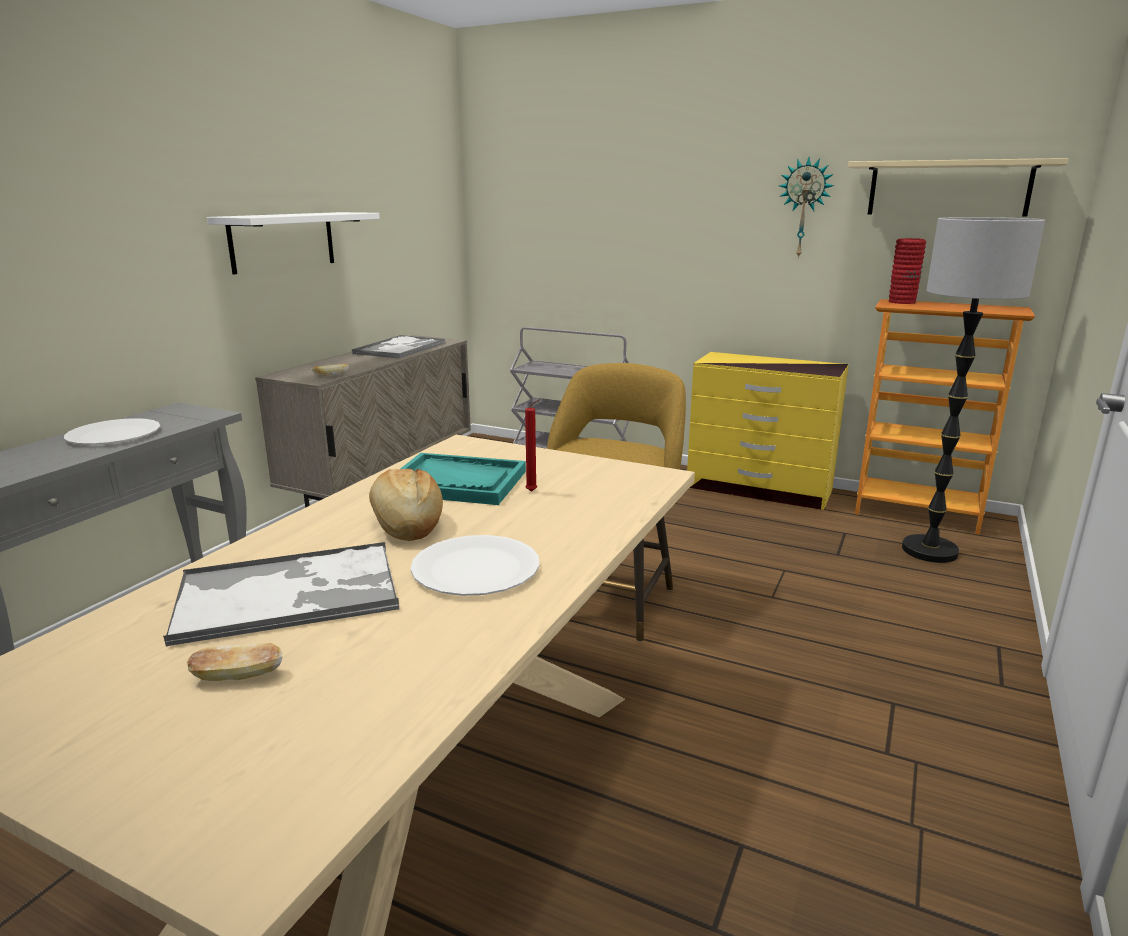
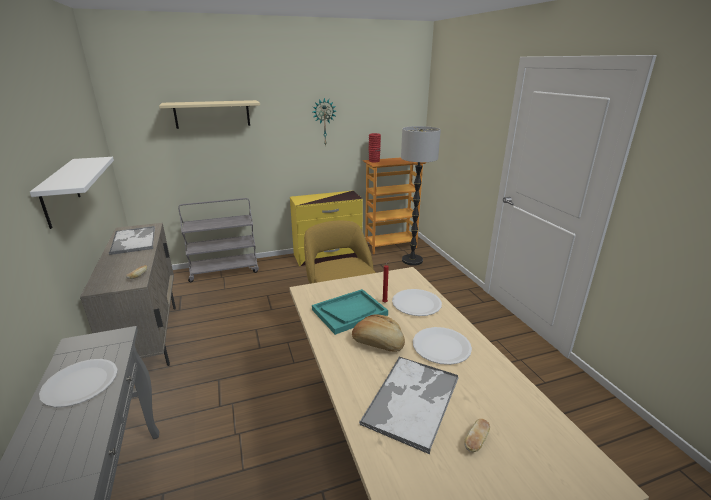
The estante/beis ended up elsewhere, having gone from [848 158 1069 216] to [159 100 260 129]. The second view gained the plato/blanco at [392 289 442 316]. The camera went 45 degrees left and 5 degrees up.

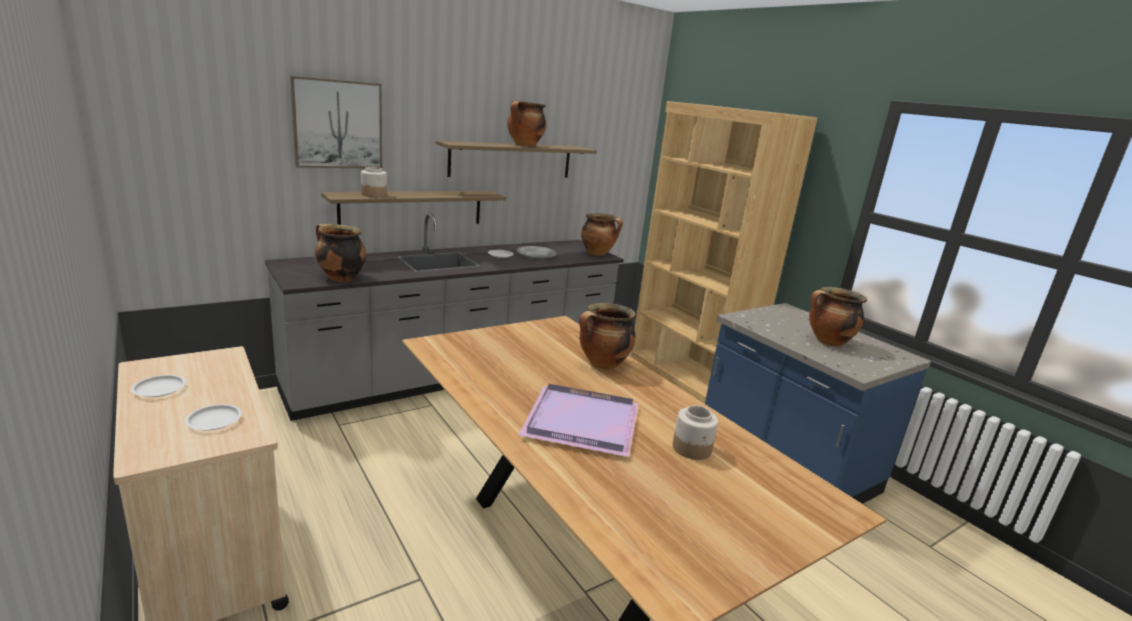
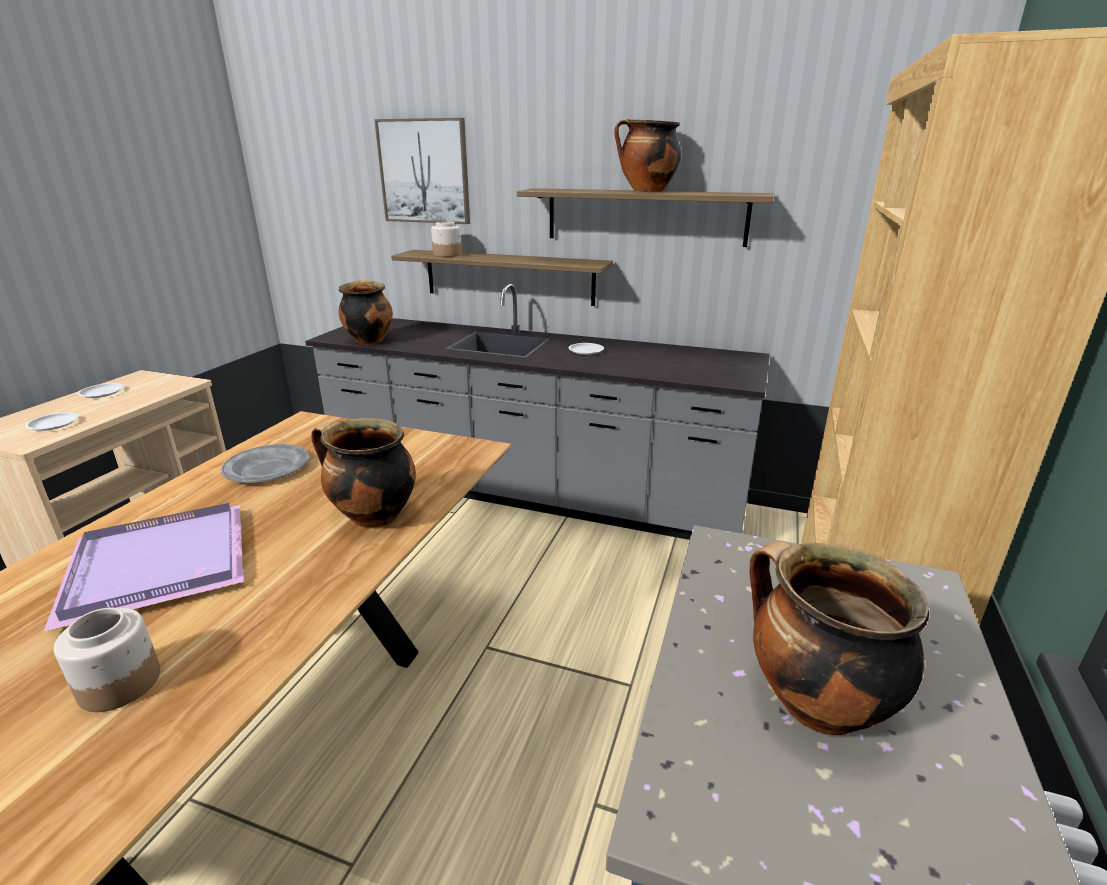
The second view lost the olla at [581 213 623 256]. The plato/gris ended up elsewhere, having gone from [517 246 557 258] to [221 444 309 483]. The camera went 55 degrees right and 5 degrees up.

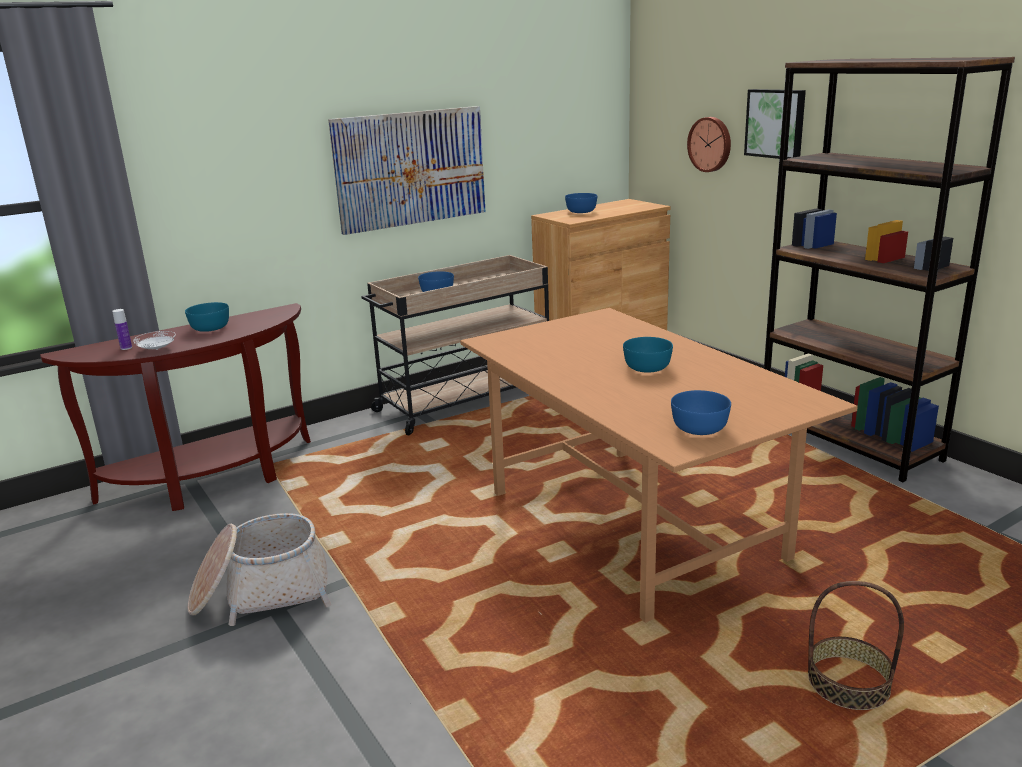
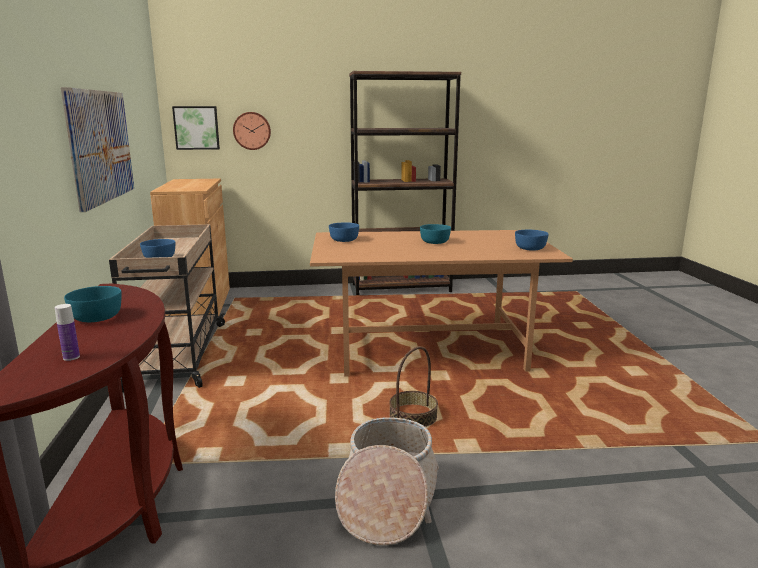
The cuadro ended up elsewhere, having gone from [744 89 806 159] to [172 106 220 150]. The cuenco/azul ended up elsewhere, having gone from [565 193 597 213] to [329 222 359 242]. The second view lost the plato/blanco at [133 331 176 350]. The cesta ended up elsewhere, having gone from [808 581 904 710] to [389 346 438 427]. The camera went 65 degrees left and 5 degrees down.

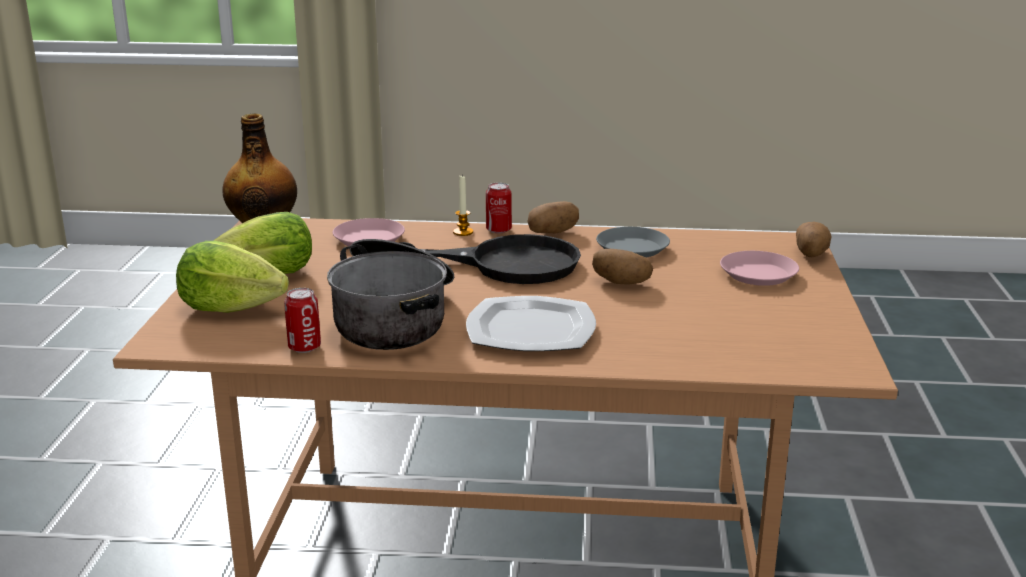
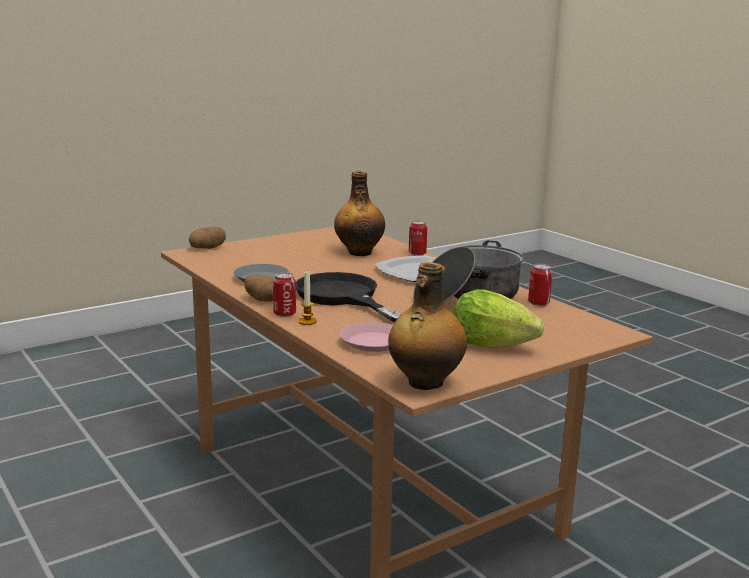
The second view lost the lechuga at [176 241 289 313]. The second view lost the patata at [592 249 653 285]. The second view lost the plato/rosa at [720 251 799 286]. The second view gained the botella at [334 171 385 256]. The second view gained the lata at [409 220 427 256]. The camera went 130 degrees left and 5 degrees down.

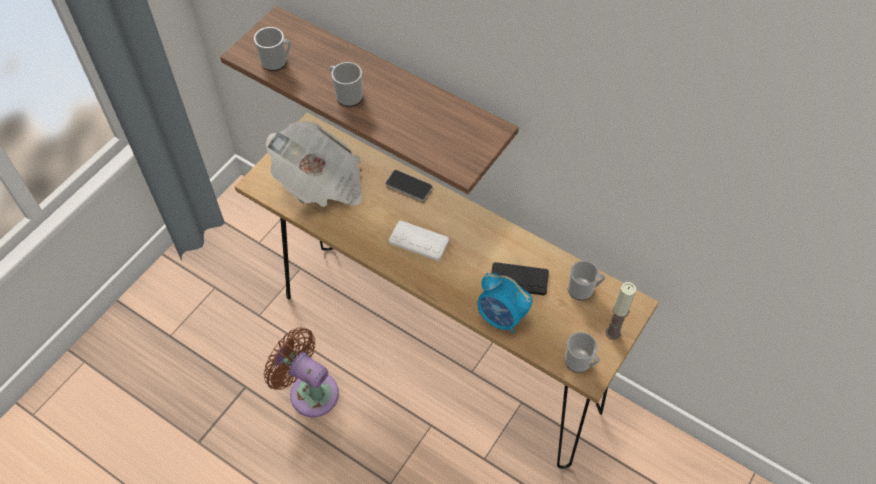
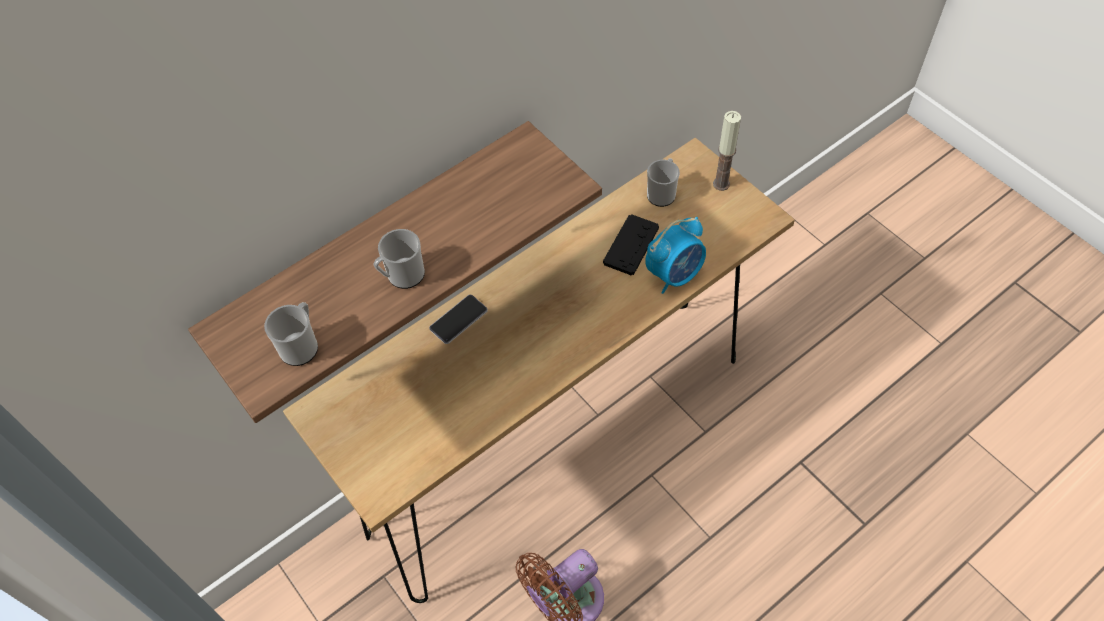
The second view lost the periódico at [266 121 362 207]. The second view lost the mando de consola/blanco at [389 220 449 261]. The second view lost the taza grande at [565 332 600 373]. The camera went 70 degrees left and 0 degrees up.

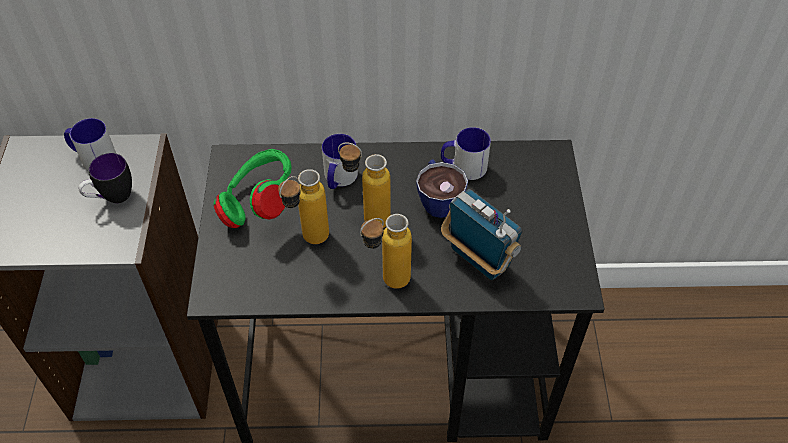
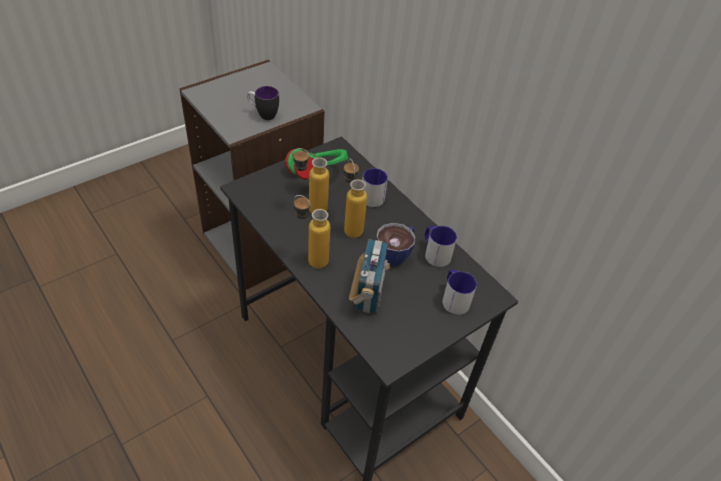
The taza grande ended up elsewhere, having gone from [64 118 116 171] to [442 269 477 315]. The camera went 50 degrees right and 5 degrees down.

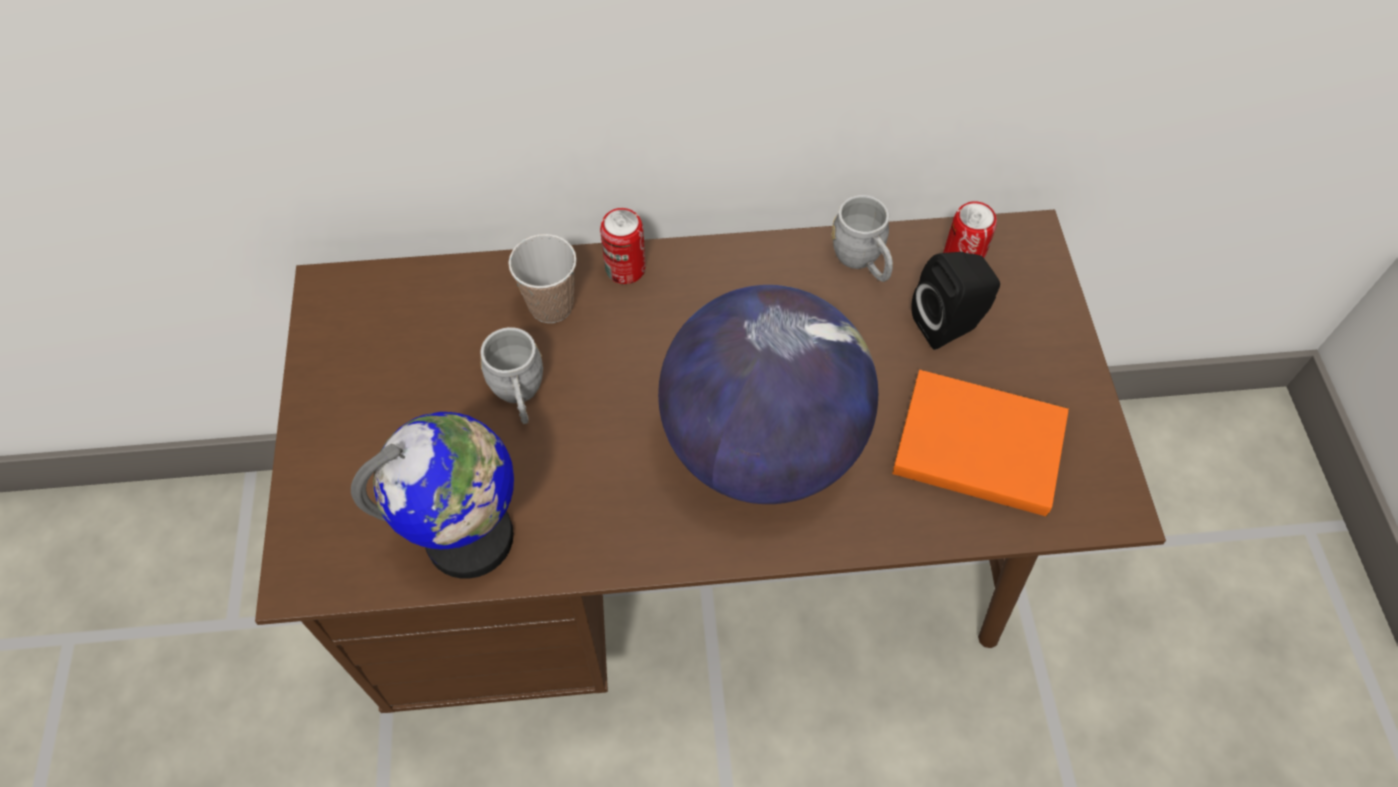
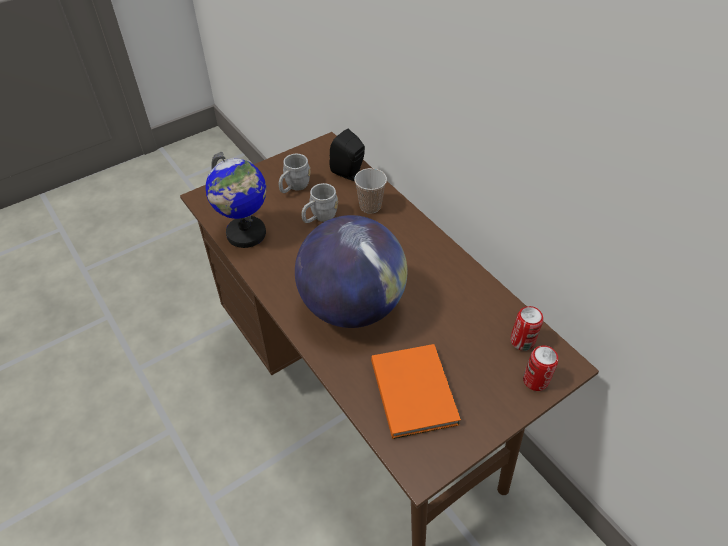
The taza grande/gris ended up elsewhere, having gone from [832 195 893 282] to [279 154 310 193]. The lata ended up elsewhere, having gone from [600 208 646 284] to [523 345 558 391]. The altavoz/negro ended up elsewhere, having gone from [911 252 1000 350] to [329 129 365 181]. The camera went 60 degrees right and 10 degrees down.

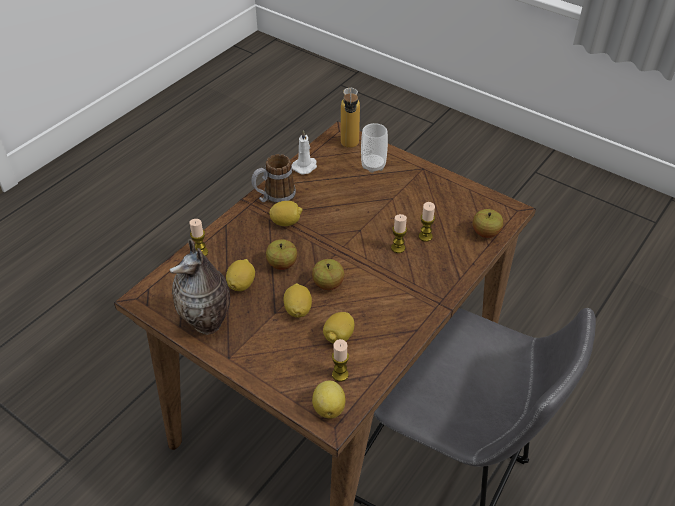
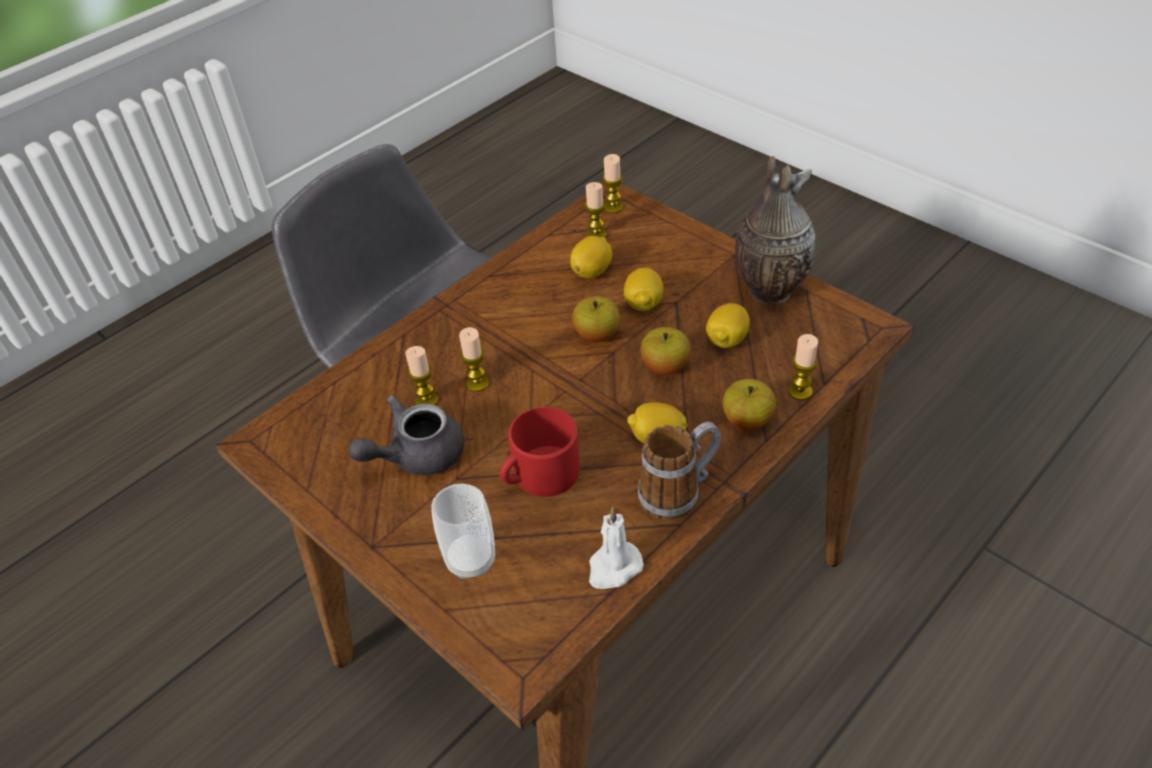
The second view lost the botella at [341 88 360 148]. The manzana ended up elsewhere, having gone from [473 209 503 238] to [723 379 776 430]. Where the limón stood at [312 381 346 418], the vela came to stand at [602 154 623 213]. The second view gained the tetera/gris at [349 395 464 475]. The second view gained the taza grande/rojo at [500 407 580 497]. The camera went 170 degrees left and 0 degrees up.

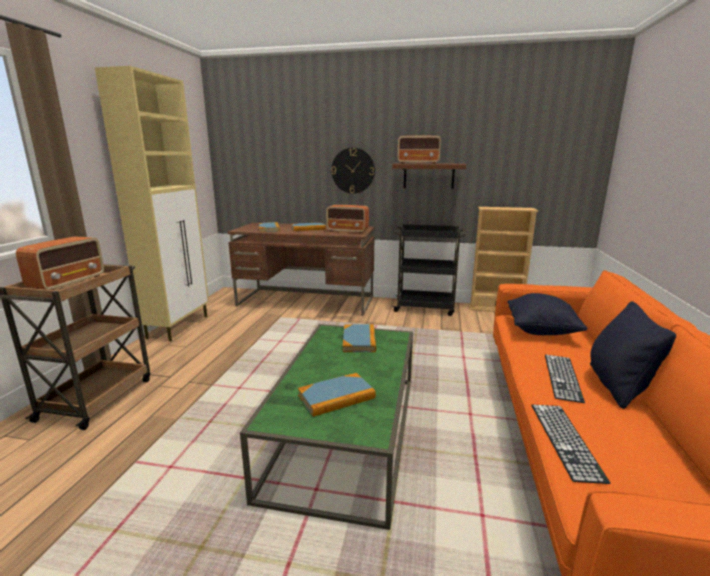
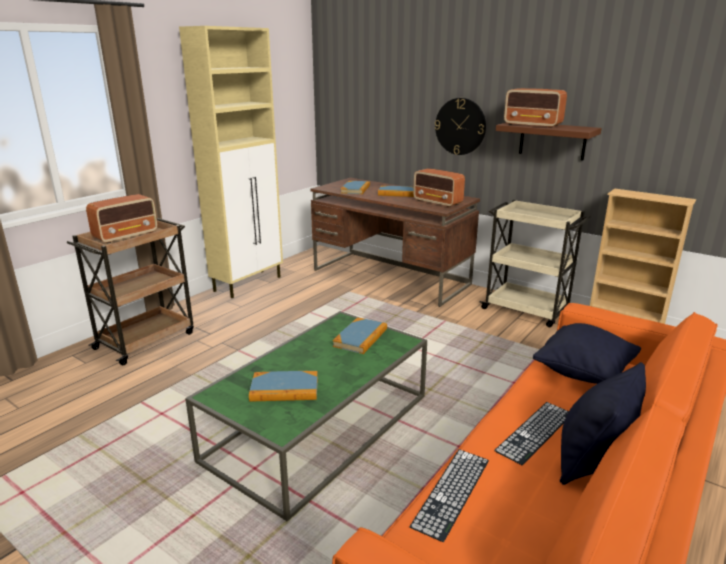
What was the carrito/negro at [392 224 466 316] turned into the carrito/beis at [480 200 591 327]. The camera went 25 degrees right and 5 degrees up.

